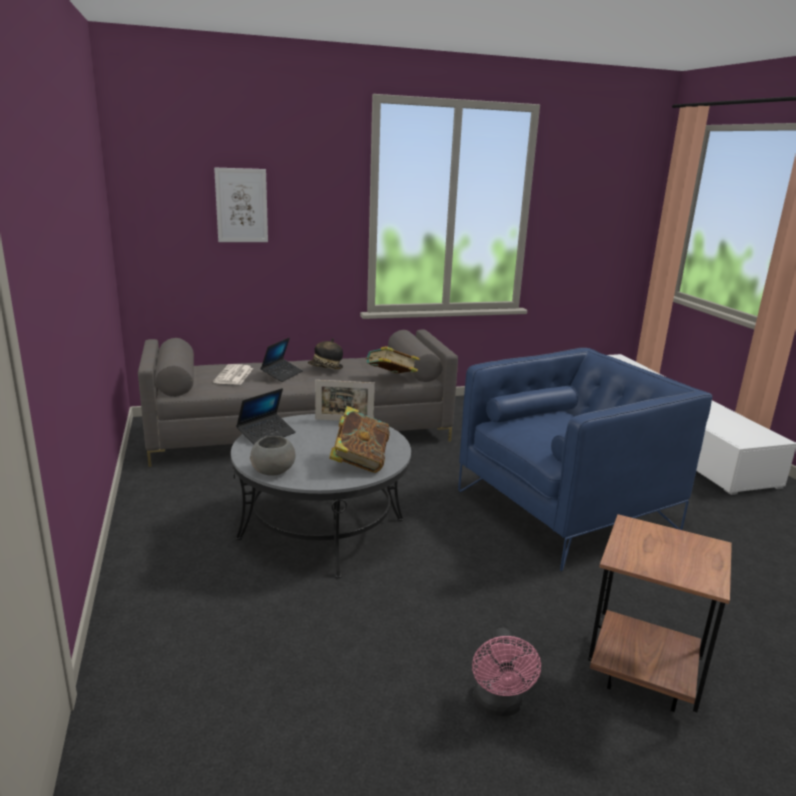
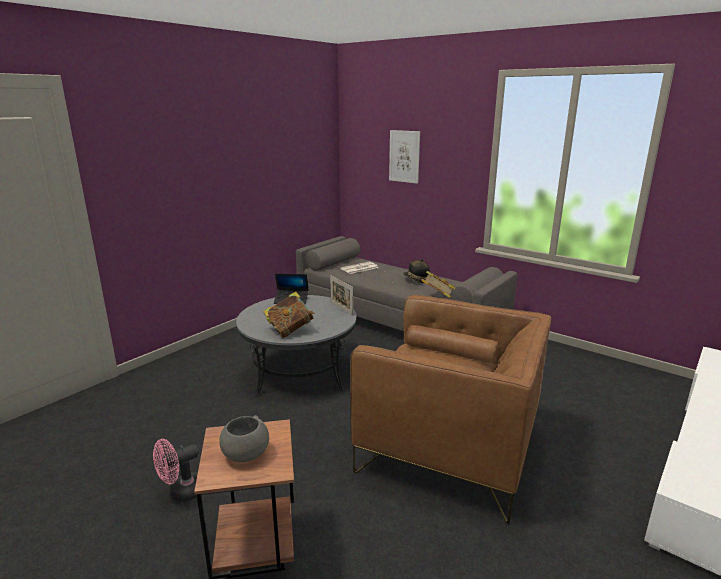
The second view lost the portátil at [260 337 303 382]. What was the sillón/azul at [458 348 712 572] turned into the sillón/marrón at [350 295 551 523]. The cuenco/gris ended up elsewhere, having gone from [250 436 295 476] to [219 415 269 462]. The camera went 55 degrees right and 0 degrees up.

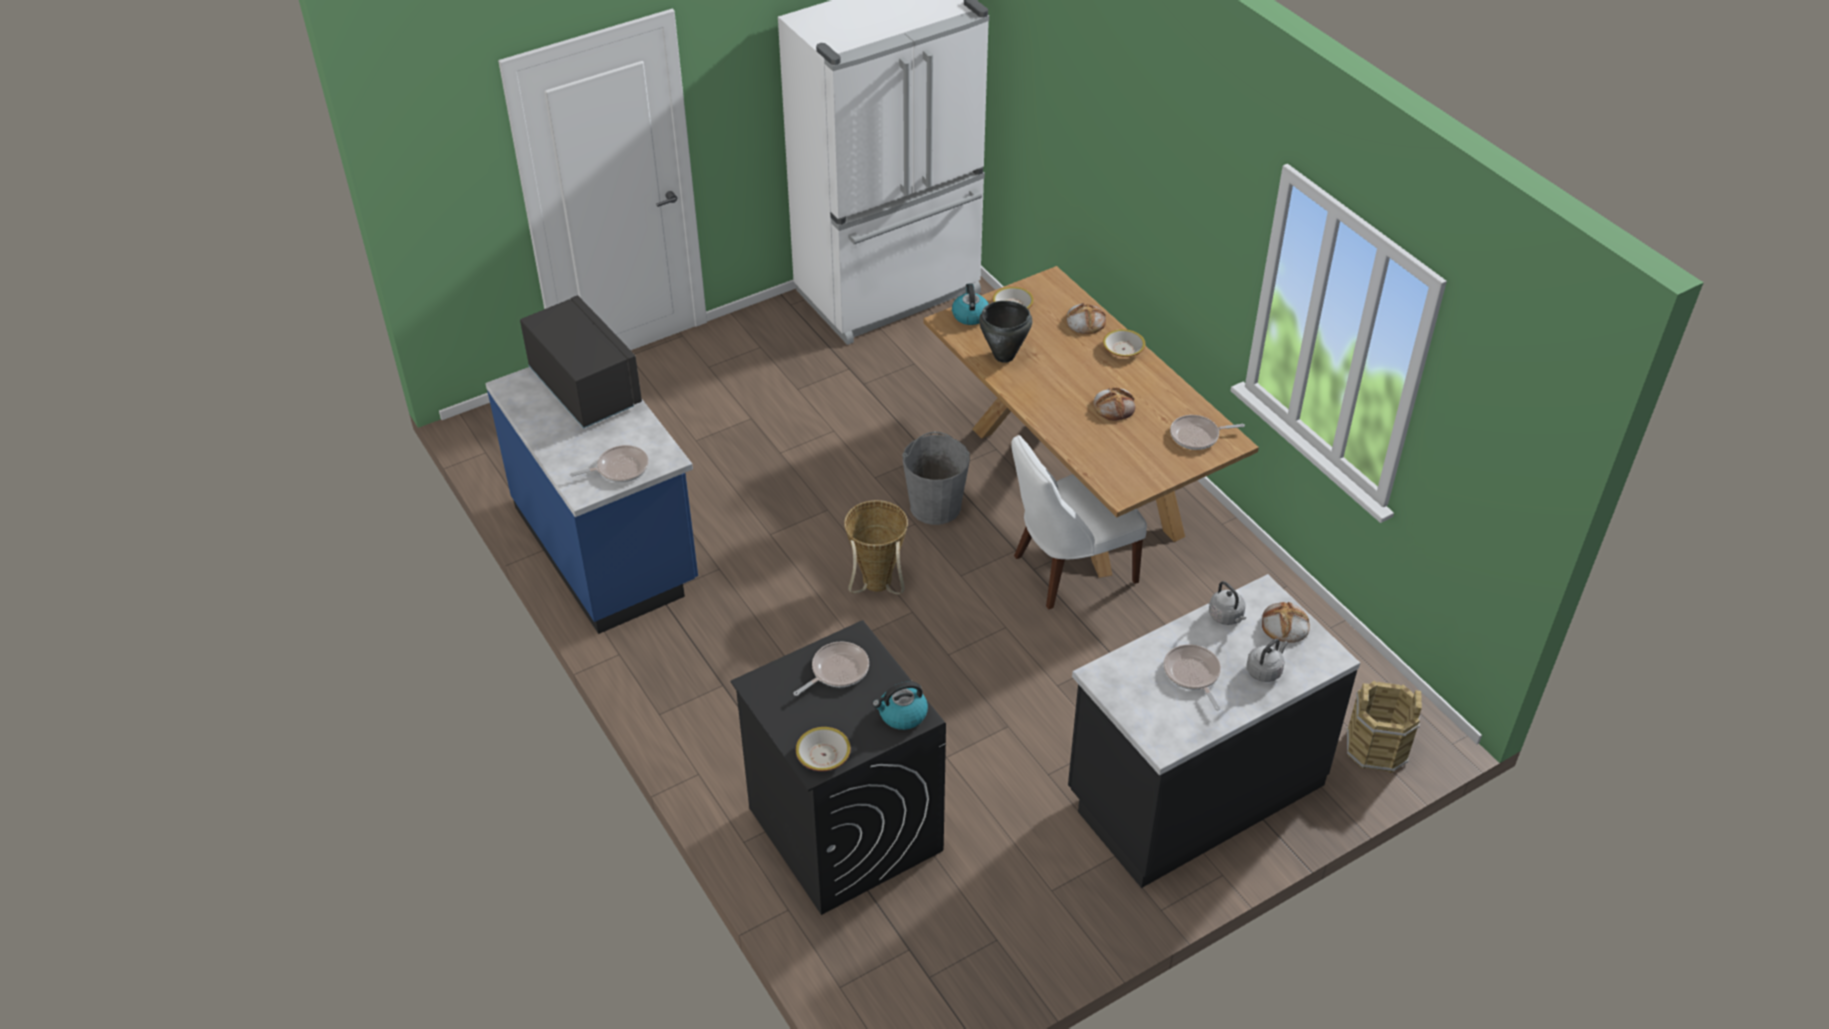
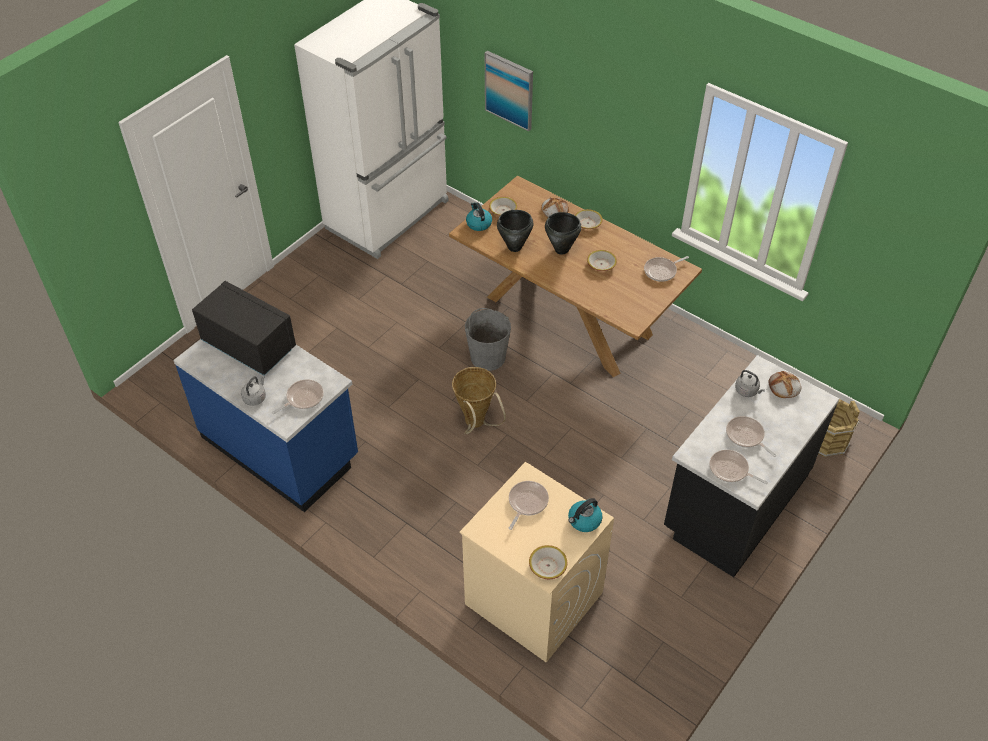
Where the pan stood at [1094 387 1135 421], the cuenco came to stand at [587 250 617 271]. The second view lost the silla/blanco at [1011 435 1147 609]. What was the lavadora/negro at [730 620 946 915] turned into the lavadora/beis at [460 462 614 662]. The hervidor/gris ended up elsewhere, having gone from [1246 639 1288 682] to [241 376 266 406]. The second view gained the cuadro at [485 51 533 131]. The second view gained the olla/negro at [545 212 581 255]. The second view gained the sartén at [709 450 768 484]. The camera went 20 degrees left and 5 degrees up.

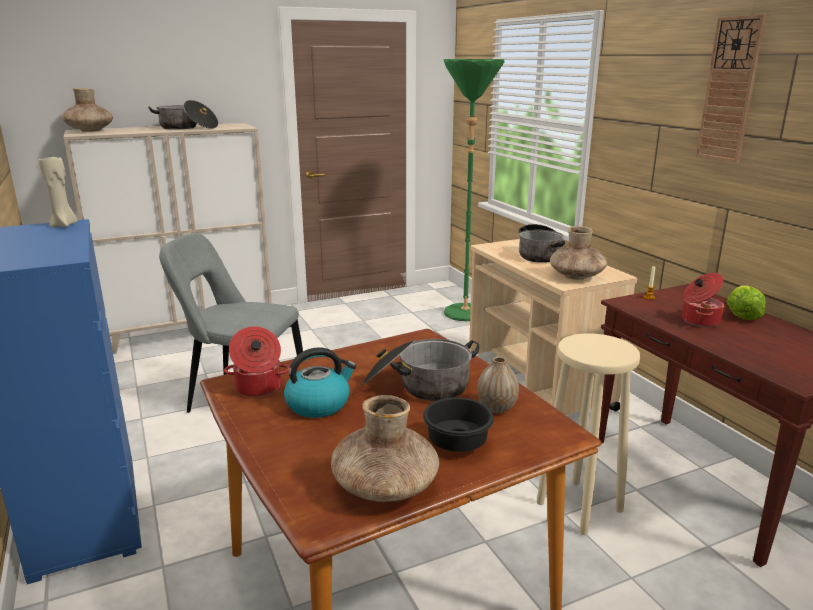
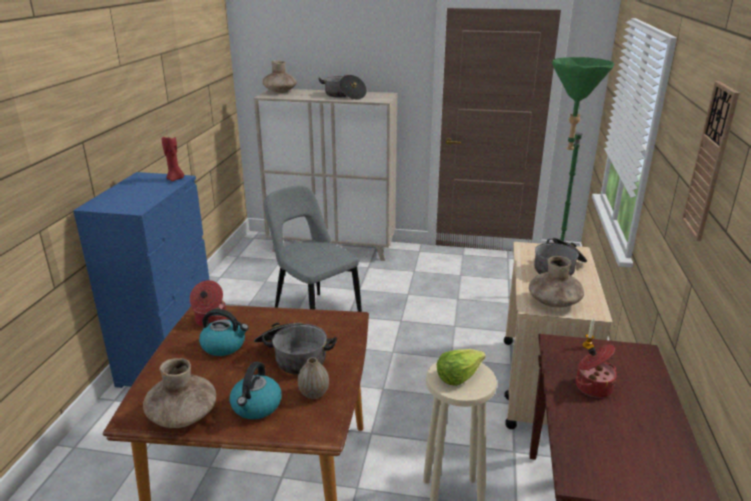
What was the vela/beis at [39 154 77 227] turned into the vela/rojo at [162 136 184 181]. The lechuga ended up elsewhere, having gone from [727 285 766 320] to [437 349 486 386]. Where the cuenco/negro stood at [423 397 494 452], the hervidor came to stand at [230 362 282 419]. The camera went 35 degrees right and 5 degrees up.

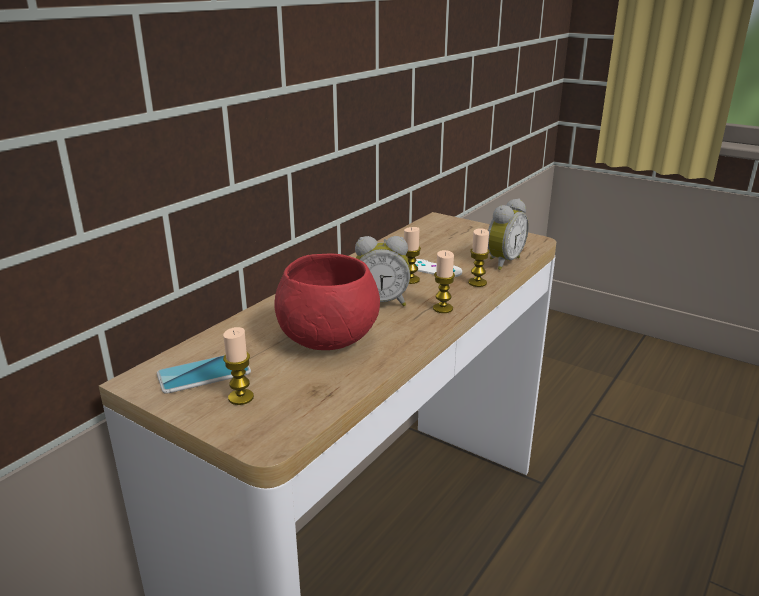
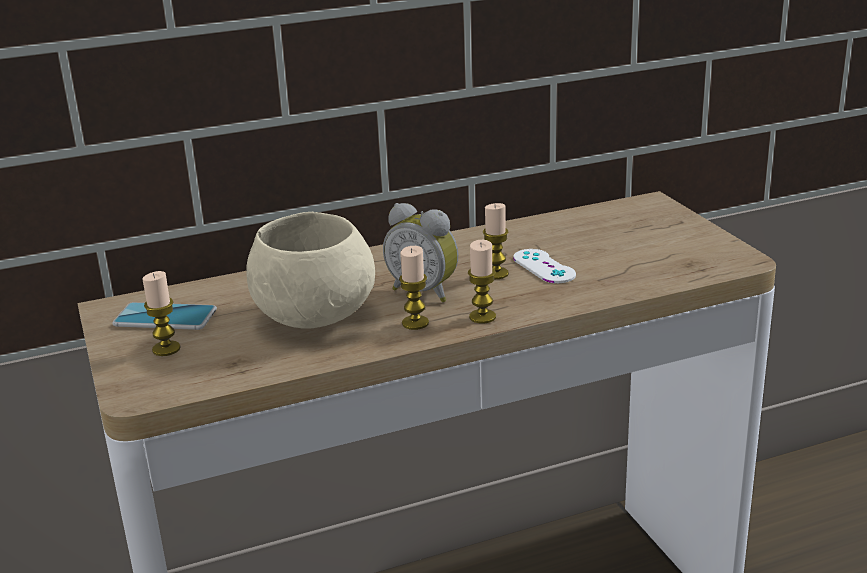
The second view lost the despertador at [488 198 529 270]. The vela ended up elsewhere, having gone from [468 228 490 287] to [399 246 429 330]. What was the cuenco/rojo at [274 253 380 350] turned into the cuenco/beis at [246 212 375 329]. The camera went 35 degrees right and 0 degrees up.

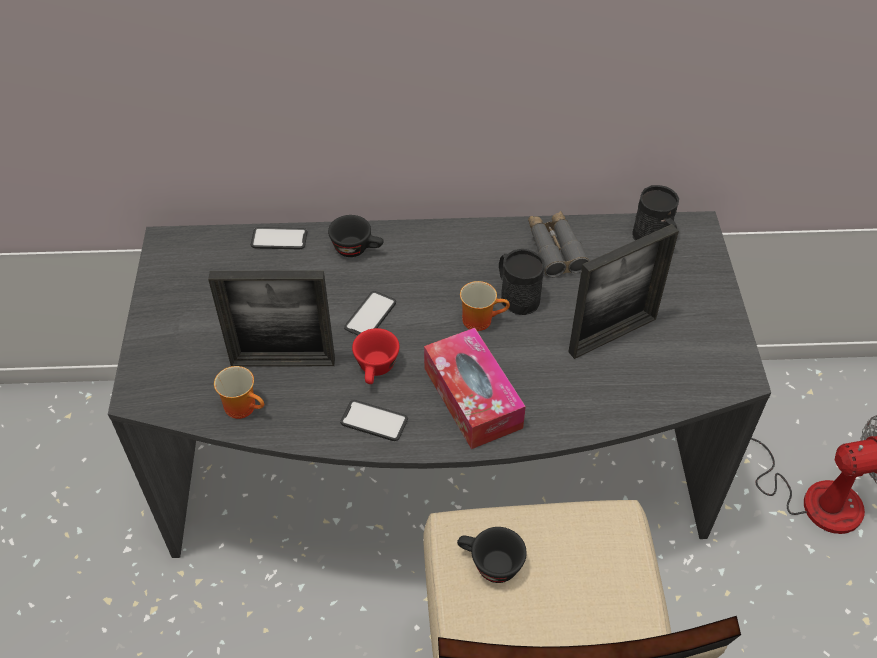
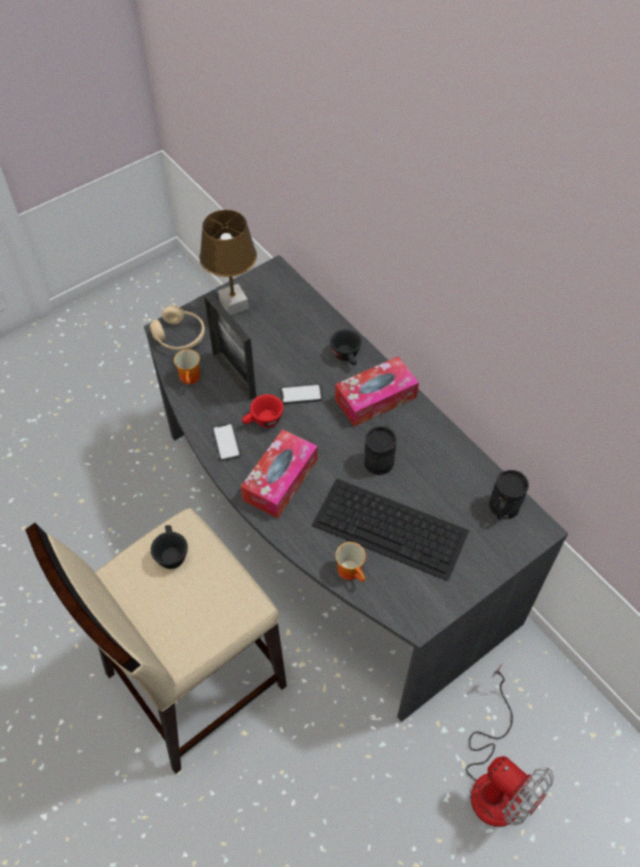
The second view lost the prismáticos/gris at [528 211 589 277]. Where the portarretratos stood at [568 224 679 359], the teclado came to stand at [312 478 469 581]. The second view lost the móvil at [251 227 308 250]. The taza grande ended up elsewhere, having gone from [460 281 510 331] to [335 542 366 582]. The second view gained the lámpara de mesa/marrón at [199 210 257 315]. The second view gained the auriculares/beis at [150 305 205 350]. The second view gained the caja de pañuelos at [335 356 419 427]. The camera went 55 degrees right and 5 degrees up.

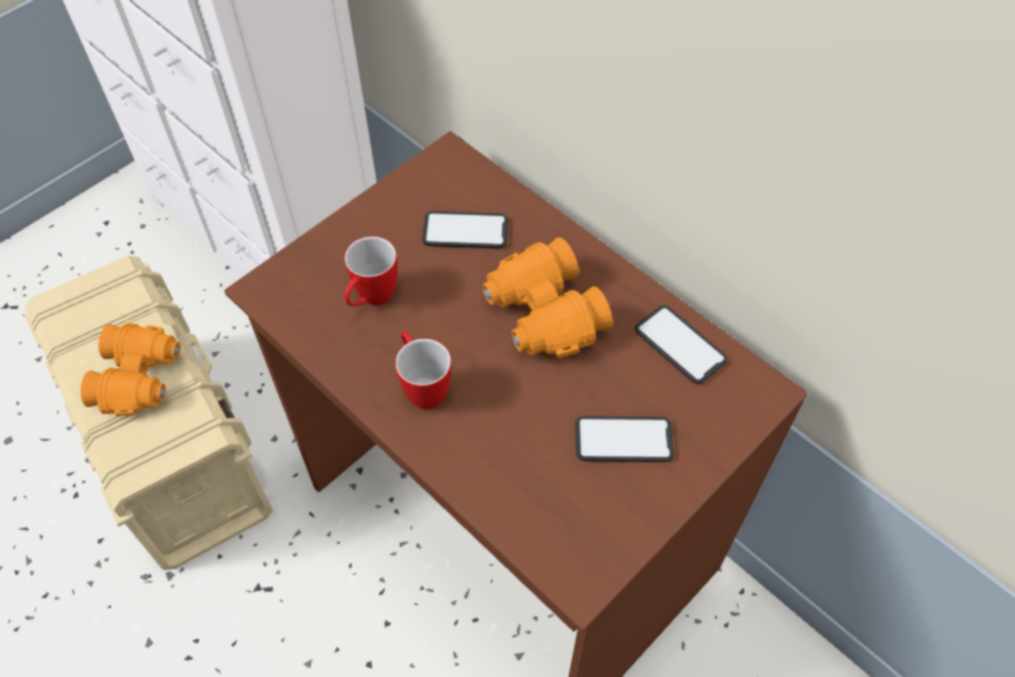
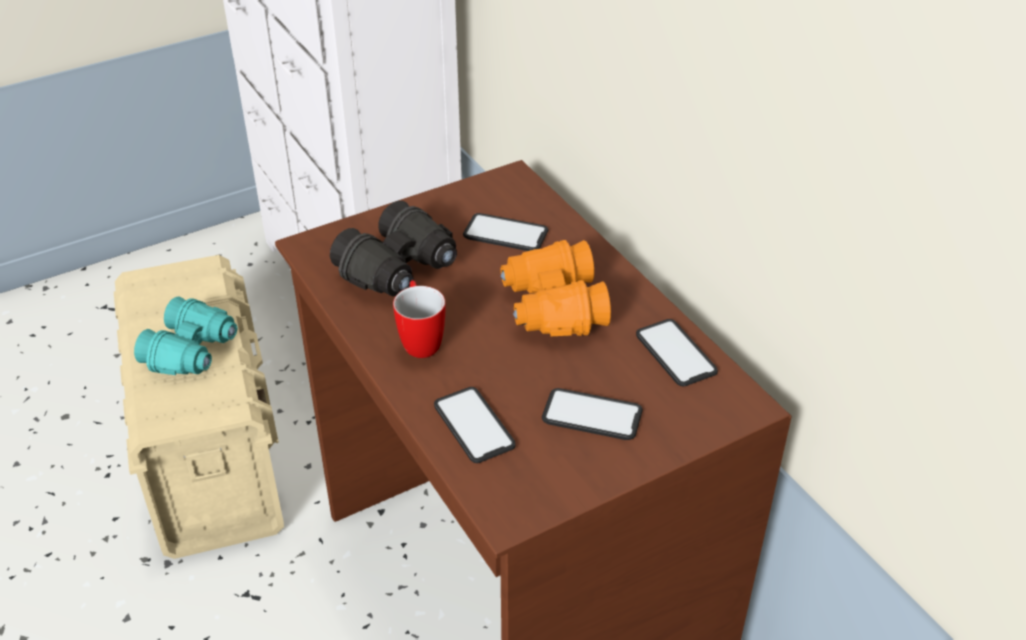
Where the taza grande stood at [344 236 397 307], the prismáticos/negro came to stand at [330 201 457 296]. What was the prismáticos/naranja at [80 323 181 416] turned into the prismáticos/turquesa at [134 296 238 375]. The second view gained the móvil at [434 387 516 463]. The camera went 15 degrees right and 15 degrees down.

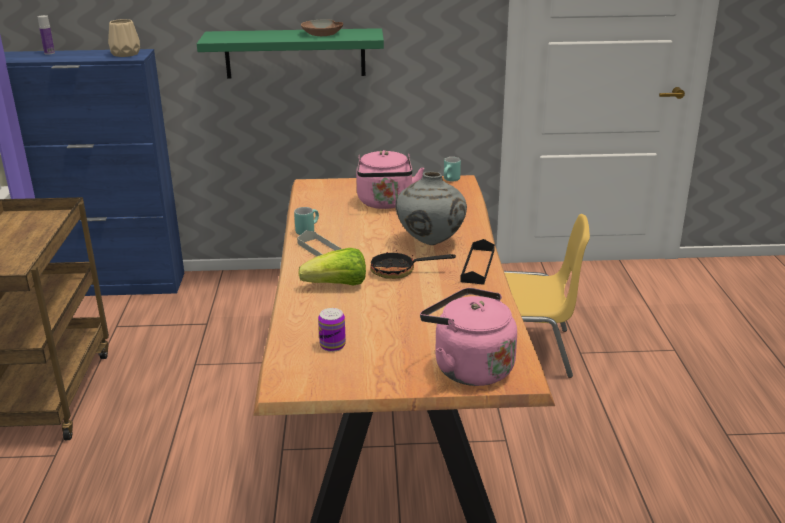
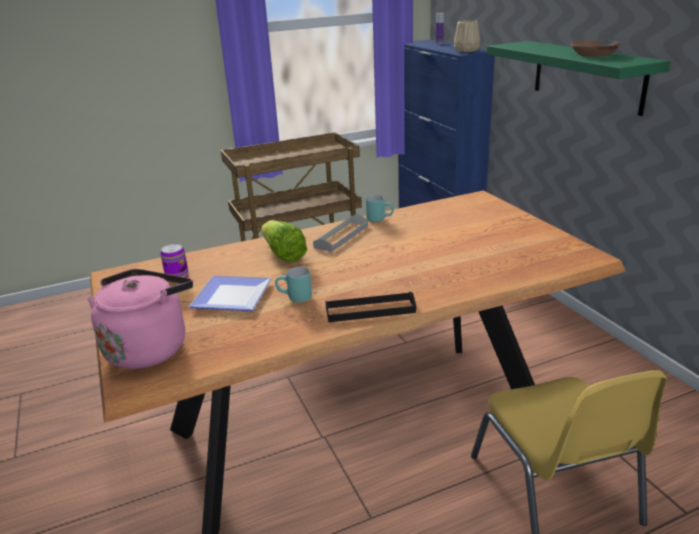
The second view lost the hervidor/rosa at [356 150 424 209]. The taza grande/turquesa ended up elsewhere, having gone from [444 157 461 181] to [275 267 312 302]. The second view lost the florero/gris at [395 172 467 245]. The second view lost the sartén at [370 249 456 279]. The second view gained the plato at [188 276 272 311]. The camera went 70 degrees right and 0 degrees up.

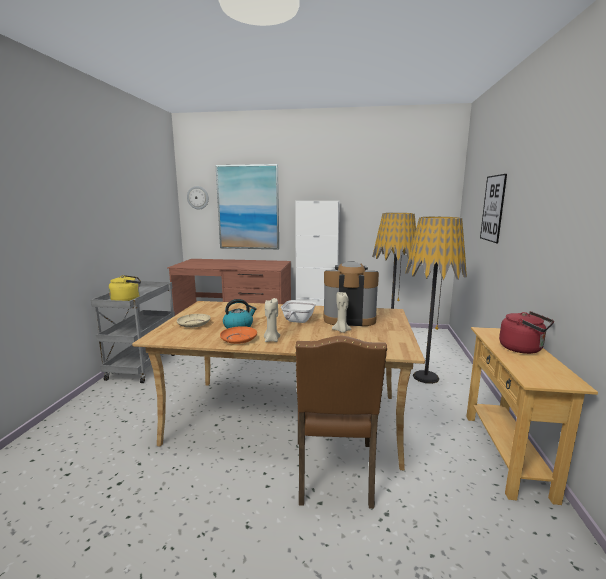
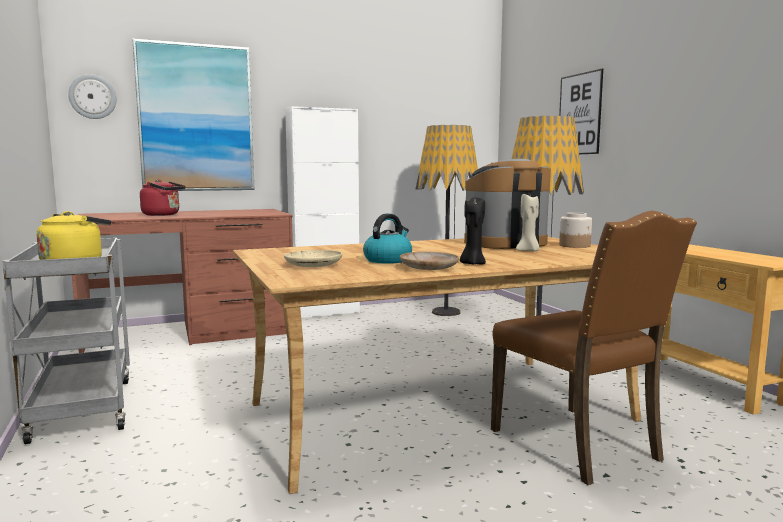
What was the vela/beis at [264 298 280 342] turned into the vela/negro at [460 197 486 264]. The second view lost the sartén at [281 300 316 323]. The hervidor/rojo ended up elsewhere, having gone from [499 311 554 354] to [140 179 186 216]. What was the plato/naranja at [220 326 257 344] turned into the plato/beis at [400 252 459 270]. The second view gained the tarro at [559 212 592 248]. The camera went 30 degrees left and 5 degrees down.

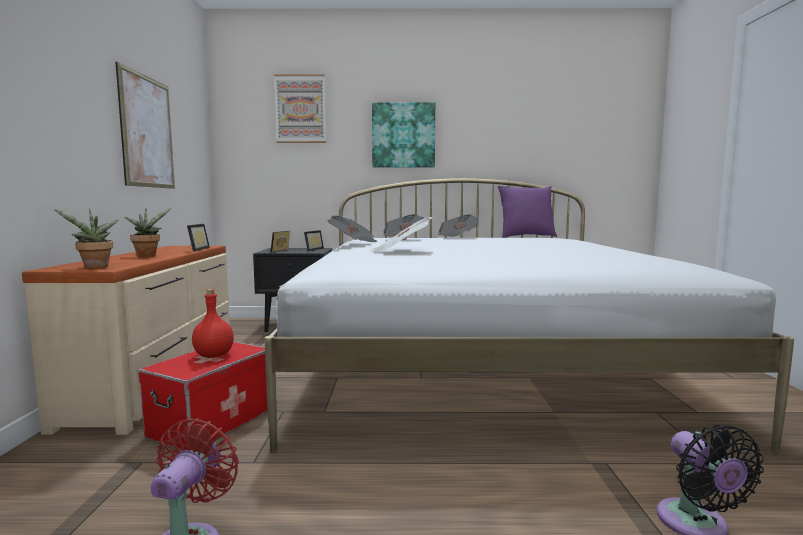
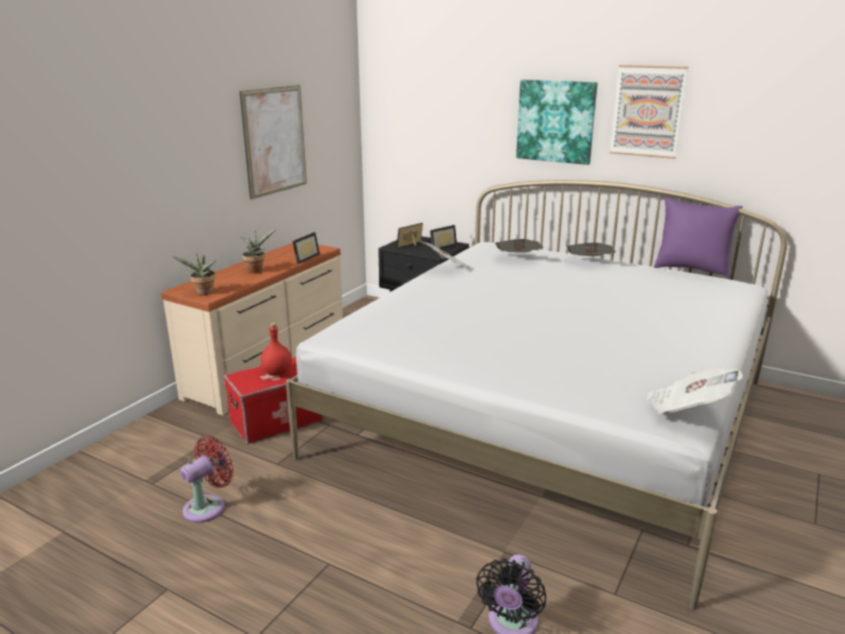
The cuadro ended up elsewhere, having gone from [274 74 326 143] to [610 65 688 159]. The periódico ended up elsewhere, having gone from [370 217 432 252] to [646 365 743 414]. The camera went 30 degrees right and 15 degrees up.

